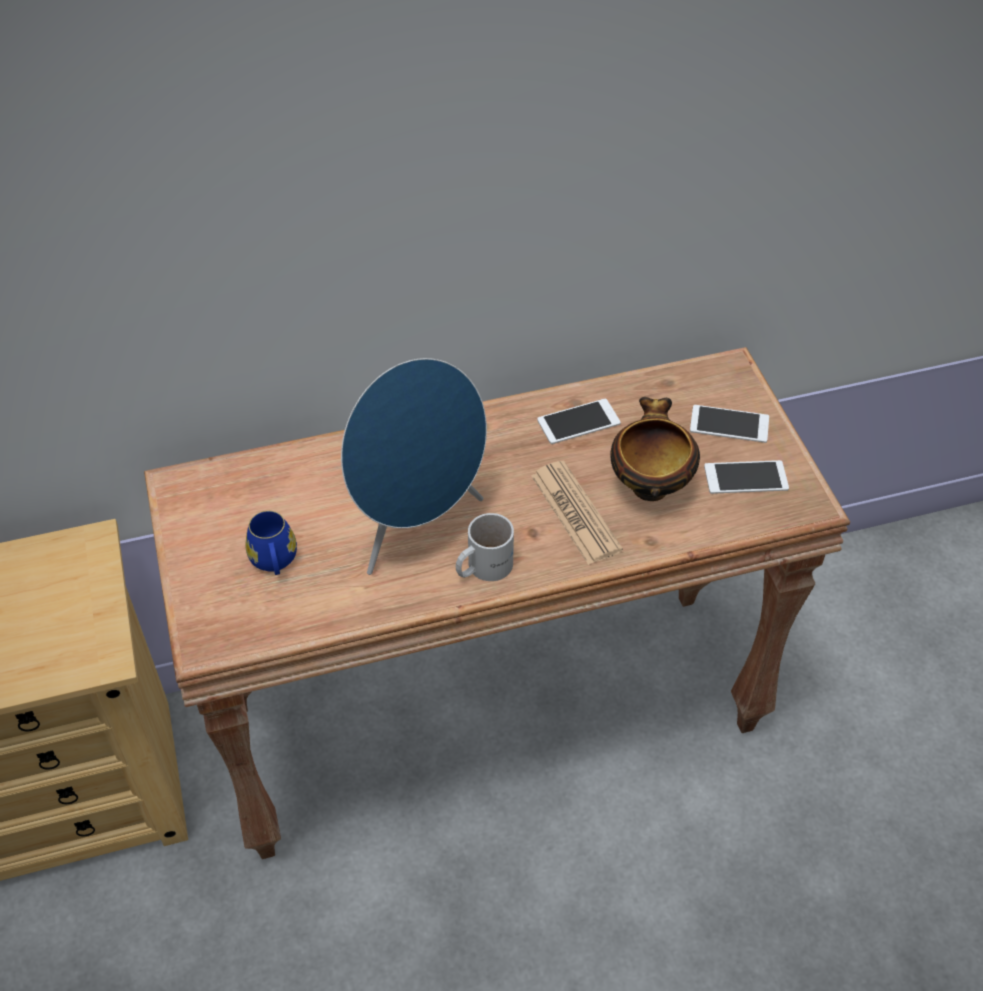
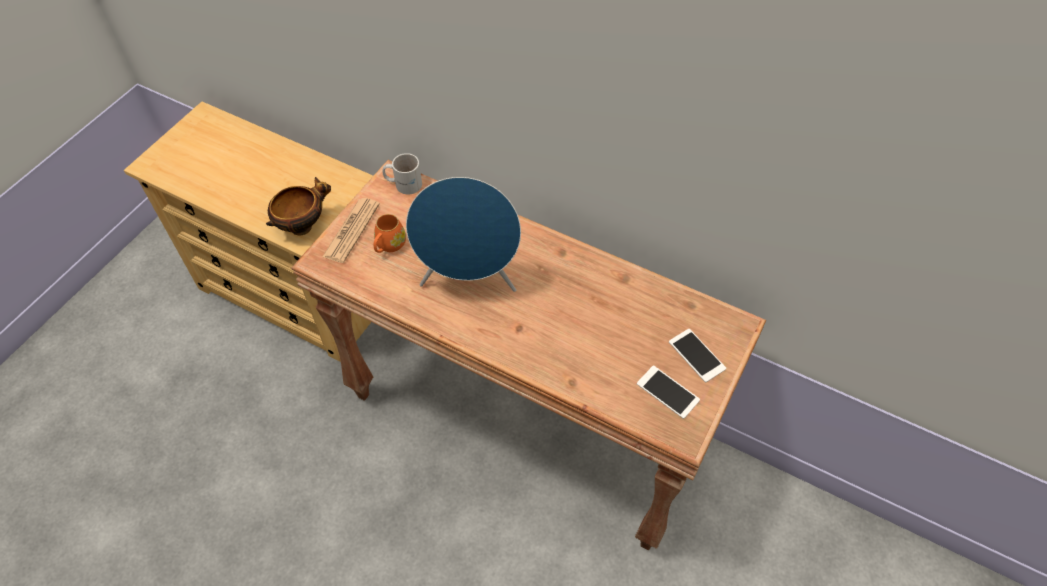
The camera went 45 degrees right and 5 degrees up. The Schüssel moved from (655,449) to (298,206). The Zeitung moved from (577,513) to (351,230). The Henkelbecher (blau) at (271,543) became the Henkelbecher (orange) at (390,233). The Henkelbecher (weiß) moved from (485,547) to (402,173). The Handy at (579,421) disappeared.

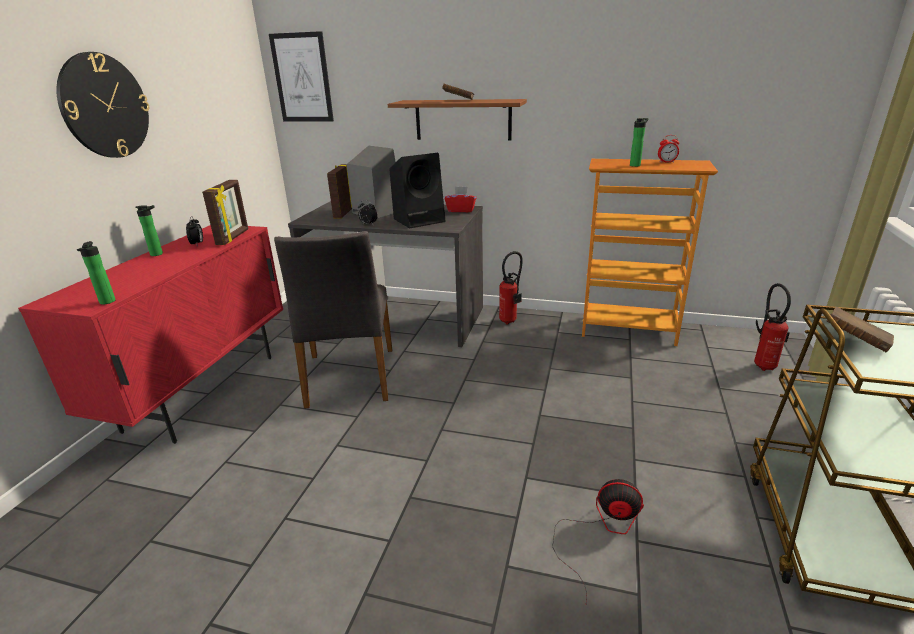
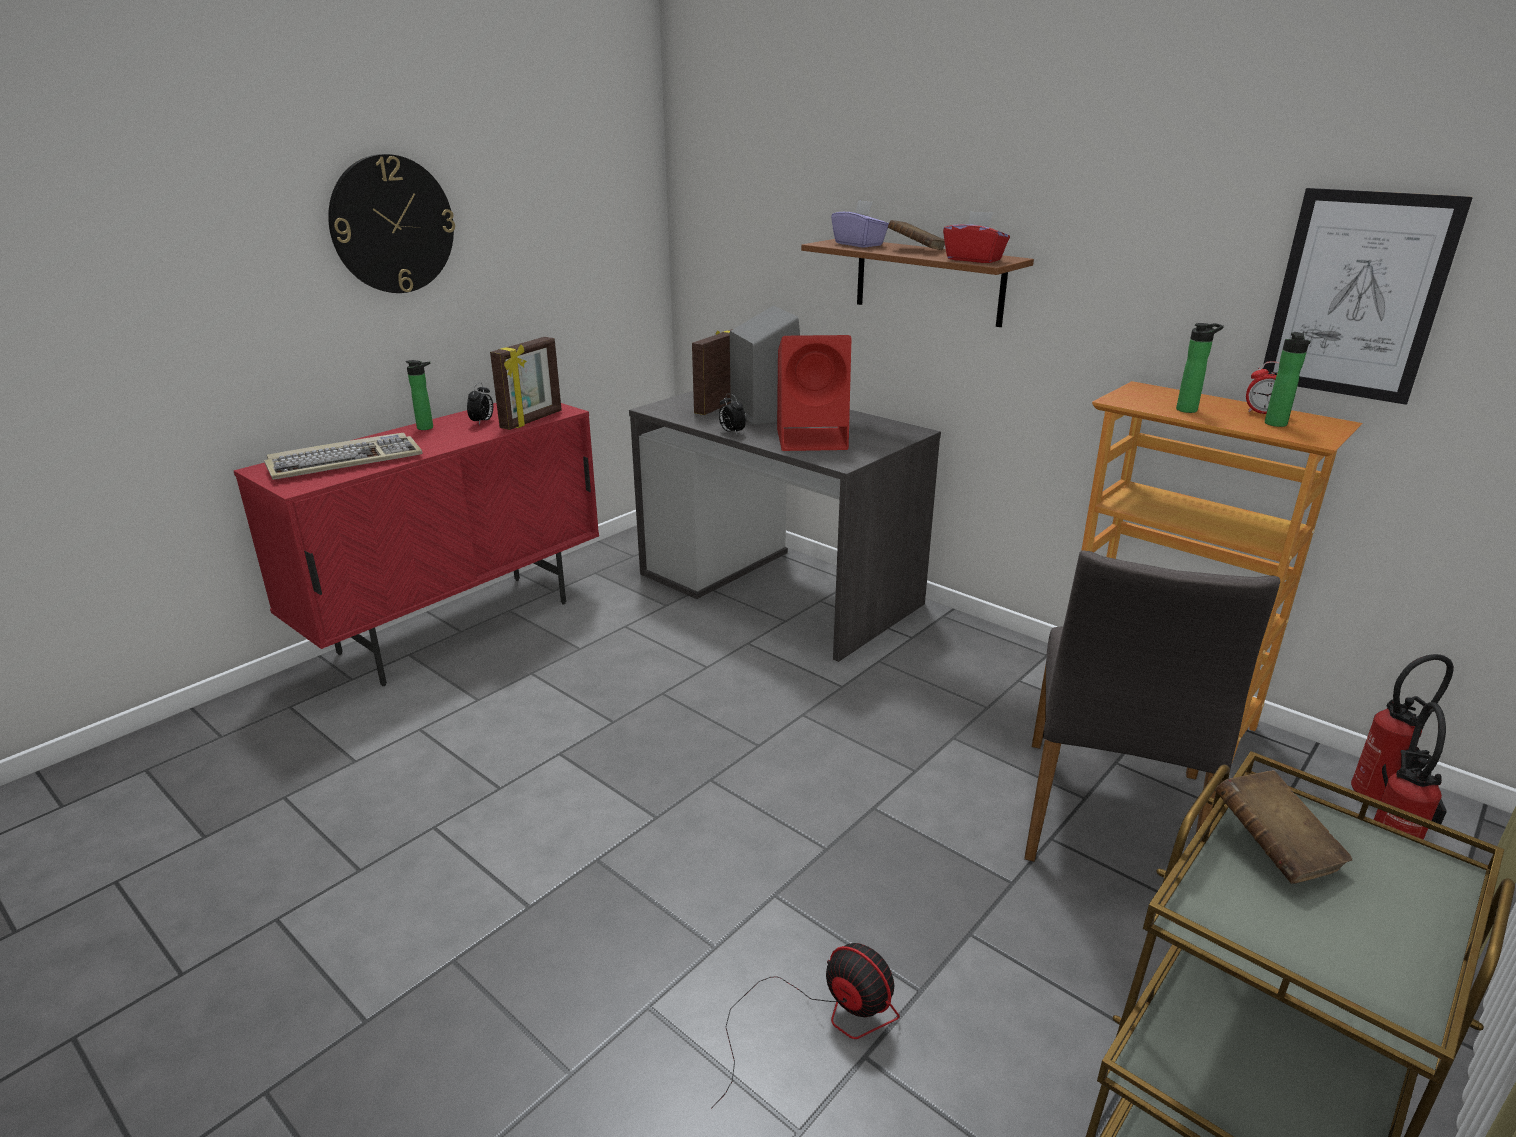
The camera went 25 degrees right and 0 degrees up. The Tastatur at (343,456) appeared. The Lautsprecher (schwarz) at (417,190) became the Lautsprecher (rot) at (814,393). The Taschentuchbox (lila) at (860,223) appeared. The Taschentuchbox (rot) moved from (461,199) to (976,237). The Stuhl (grau) moved from (333,320) to (1152,706). The Bild moved from (301,76) to (1368,296). The Flasche moved from (96,272) to (1288,379). The Feuerlöscher moved from (511,287) to (1402,727).

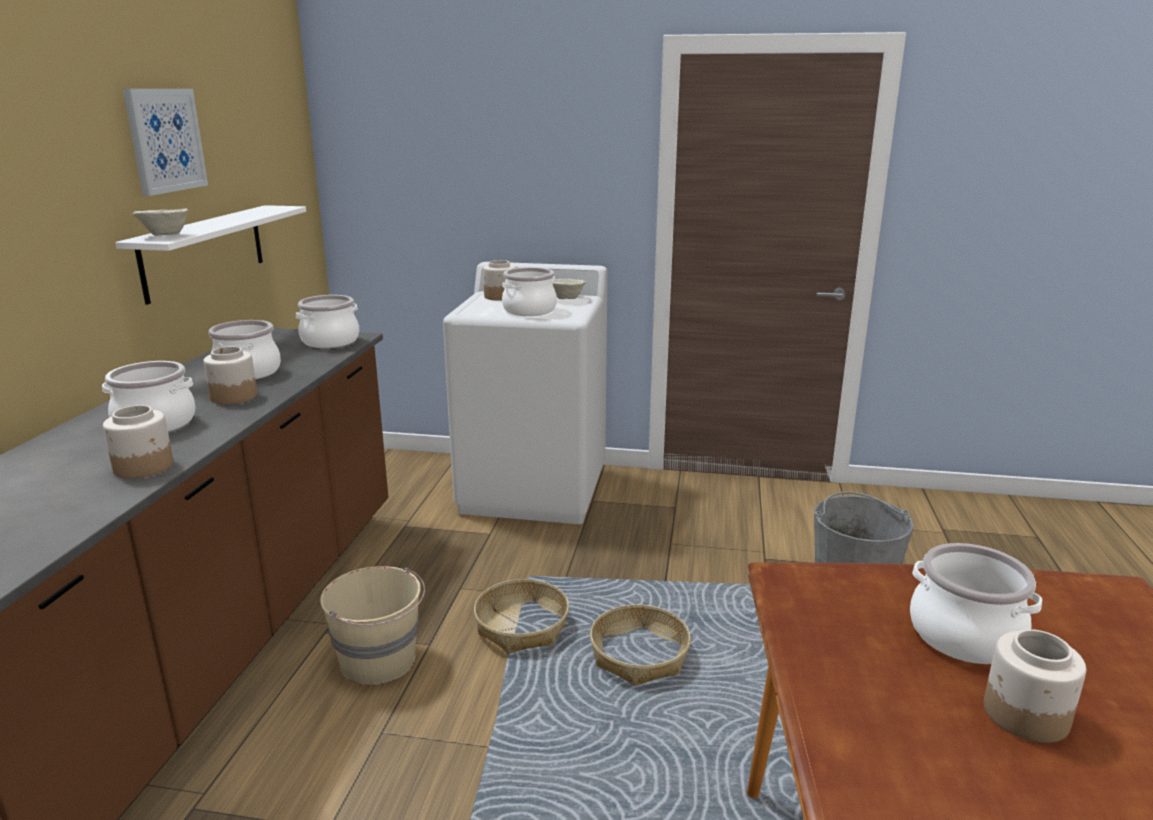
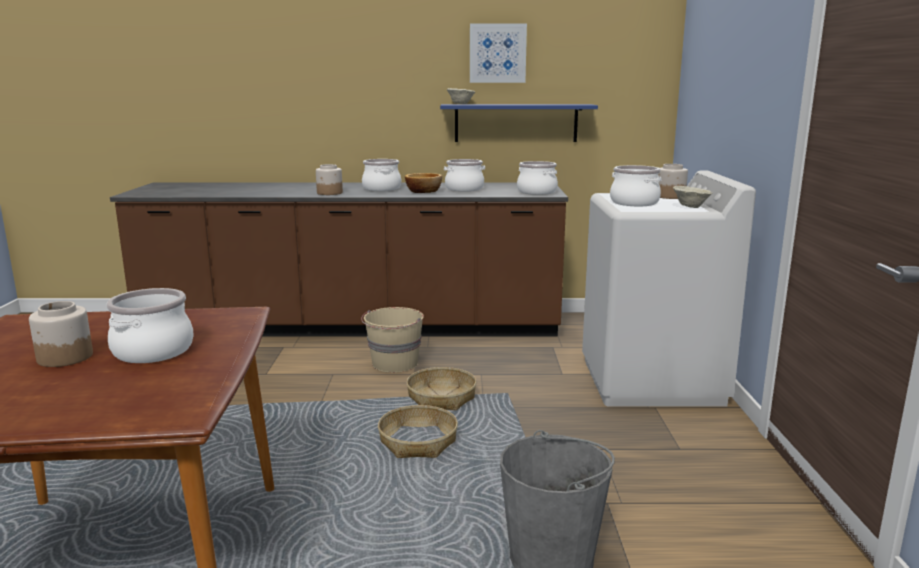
The camera went 80 degrees right and 5 degrees down. The Vorratsglas at (230,375) was replaced by the Schüssel at (423,183). The Wandregal (weiß) at (210,255) became the Wandregal (blau) at (519,123).

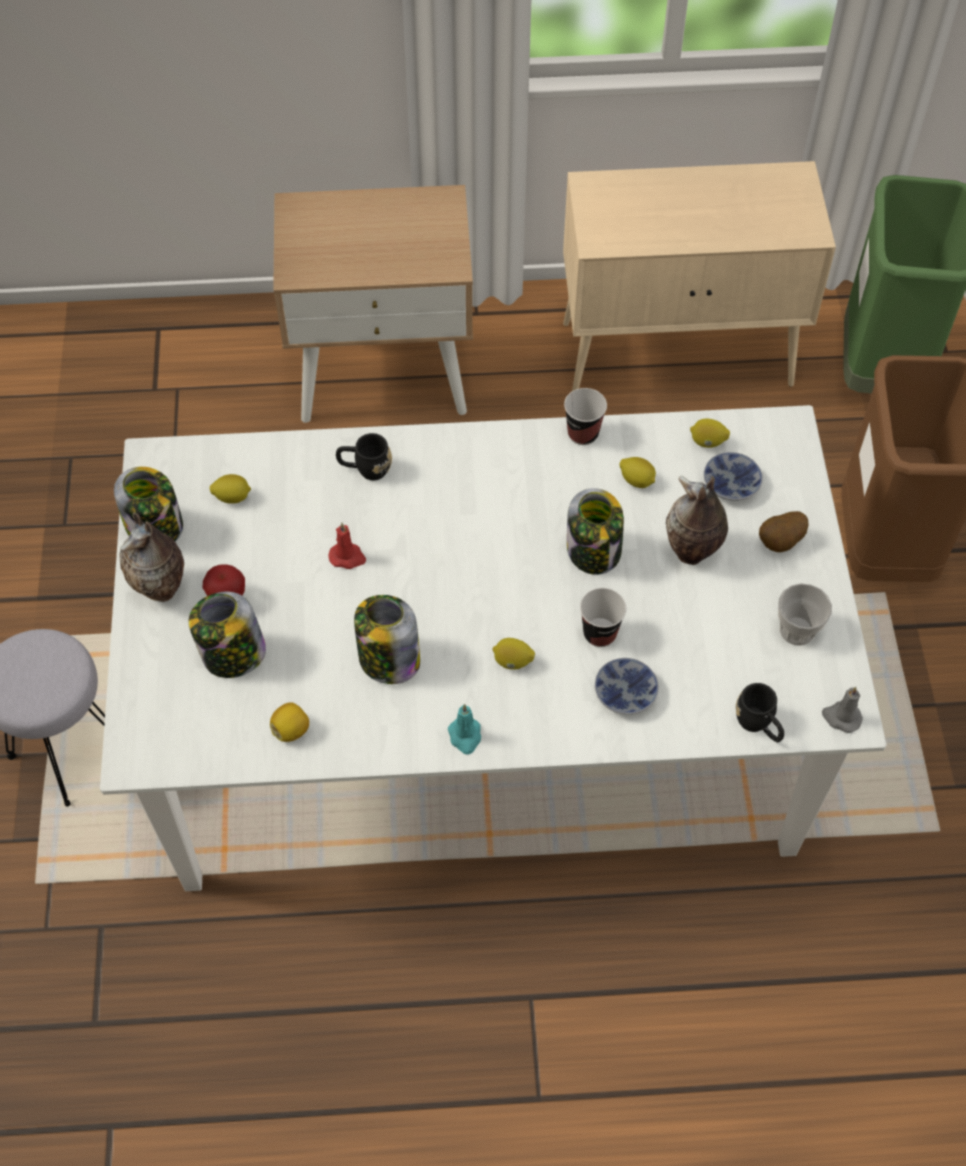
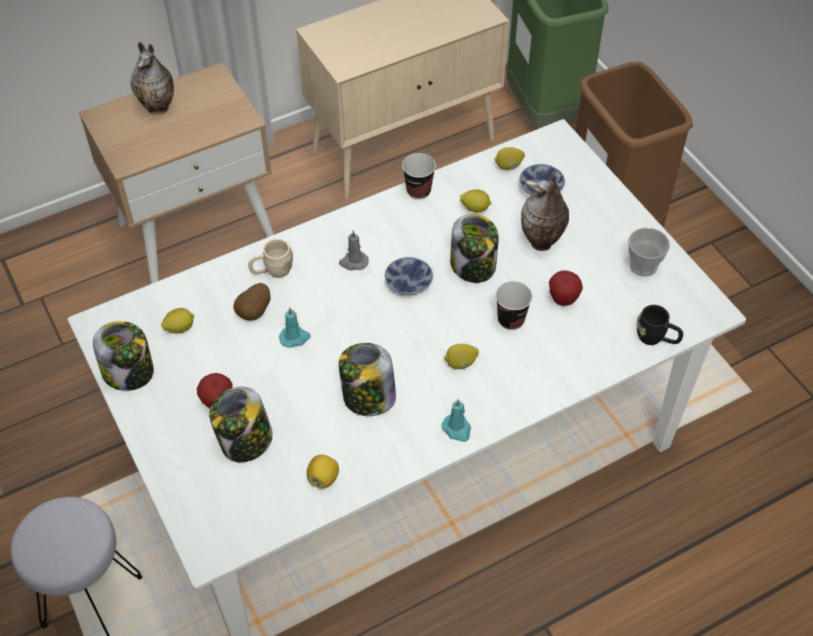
The camera went 25 degrees left and 5 degrees down. The Vase moved from (151,557) to (152,78). The Kartoffel moved from (784,531) to (252,302). The Henkelbecher (schwarz) at (364,457) became the Henkelbecher (beige) at (270,258). The Kerze (rot) at (347,546) became the Kerze (türkis) at (295,327). The Kerze (grau) moved from (842,710) to (354,250). The Schüssel moved from (627,686) to (409,276). The Apfel at (566,288) appeared.

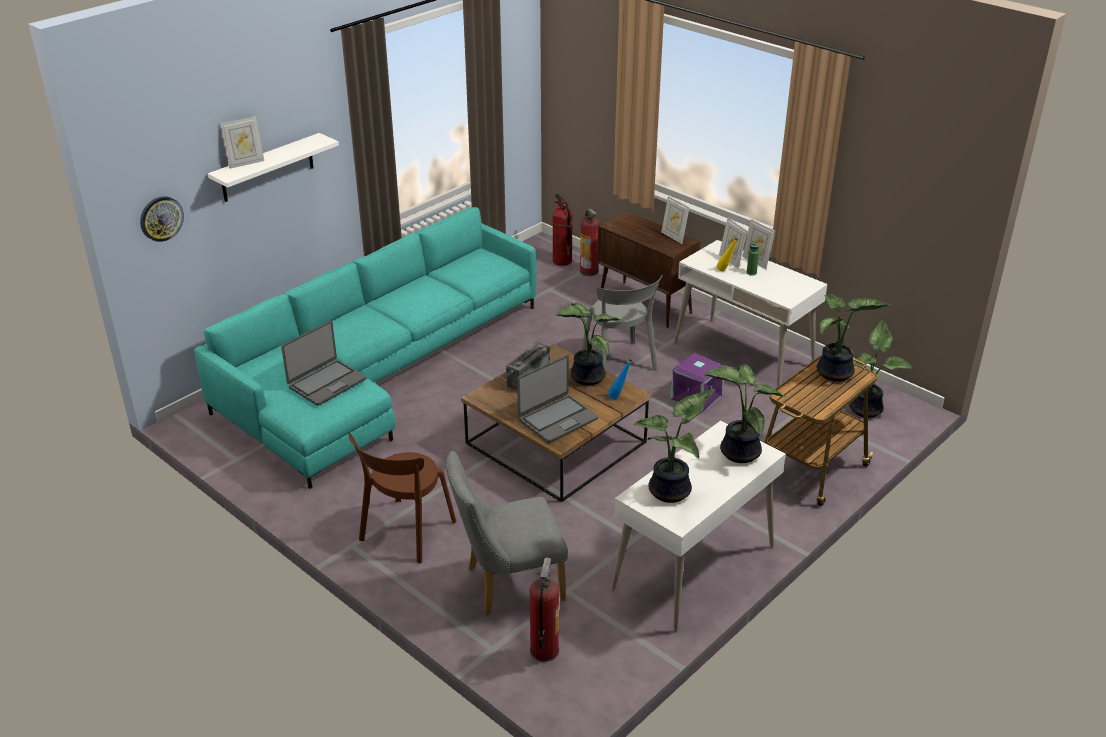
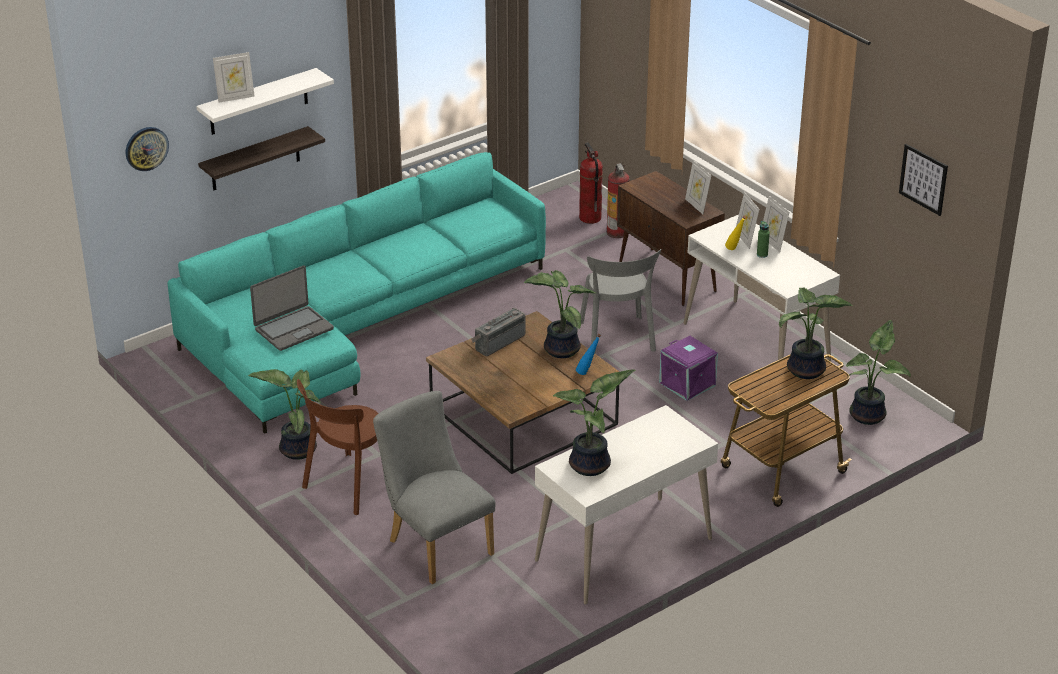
The camera went 10 degrees right and 0 degrees up. The Wandregal at (261,158) appeared. The Topfpflanze moved from (744,413) to (284,414). The Stuhl (grau) at (507,533) turned 60 degrees clockwise. The Bild at (923,180) appeared. The Laptop at (557,399) disappeared. The Feuerlöscher at (544,609) disappeared.

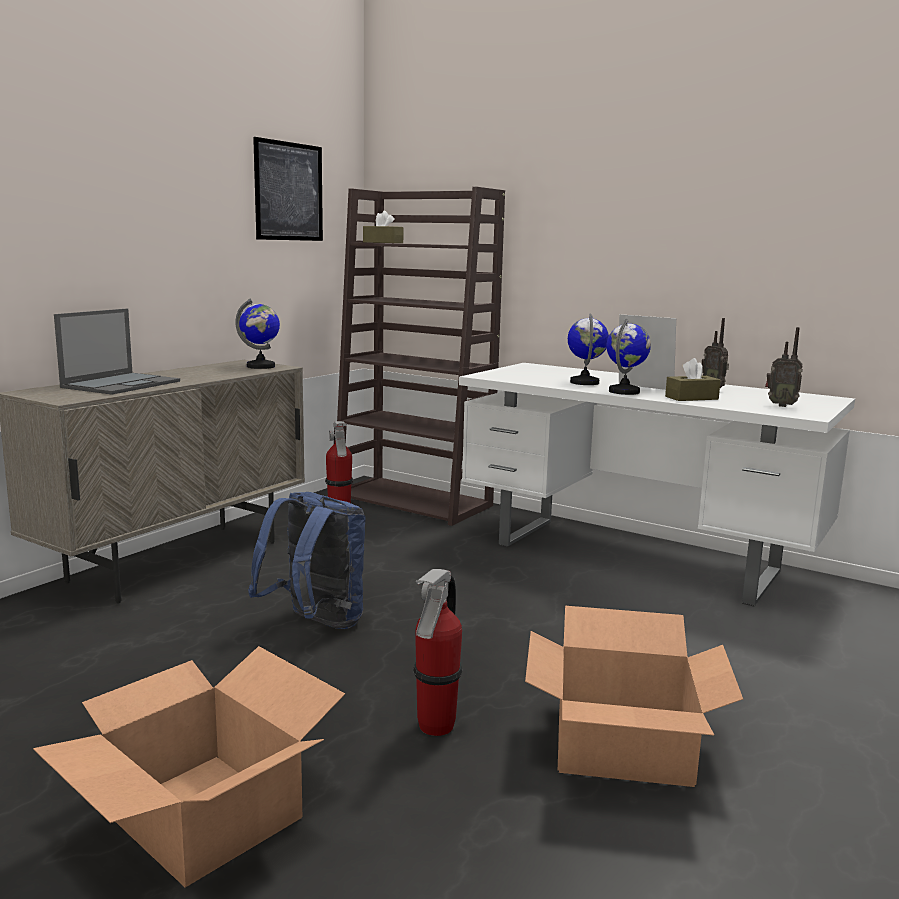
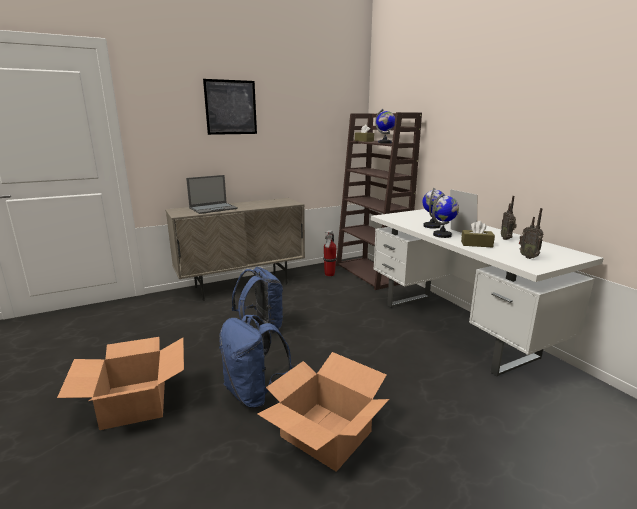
The camera went 30 degrees right and 5 degrees up. The Bild moved from (288,189) to (230,107). The Feuerlöscher at (437,652) was replaced by the Rucksack (blau) at (256,361). The Globus moved from (257,333) to (385,126).

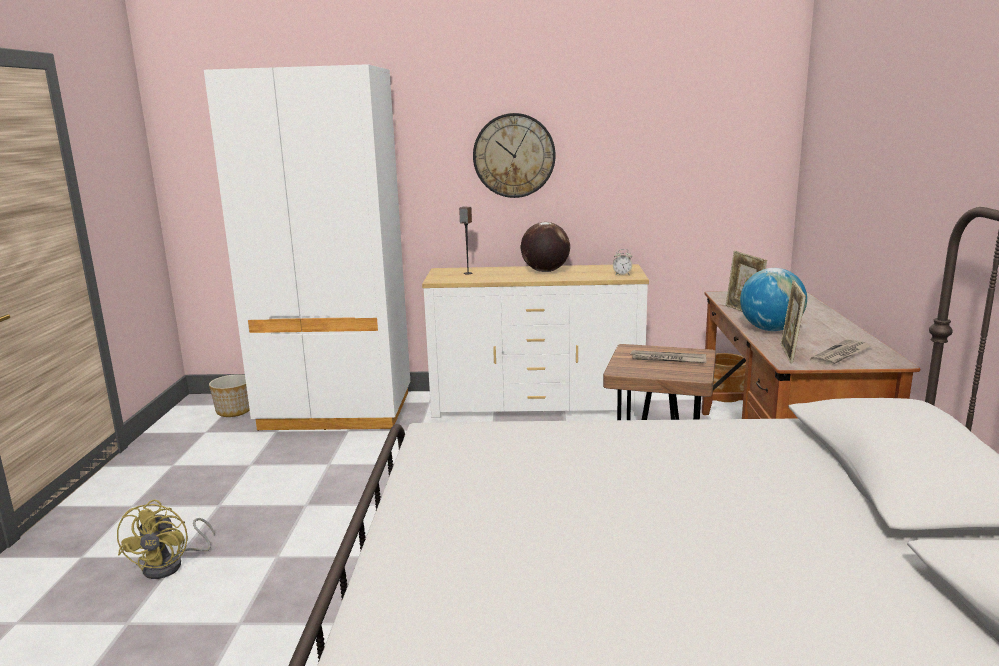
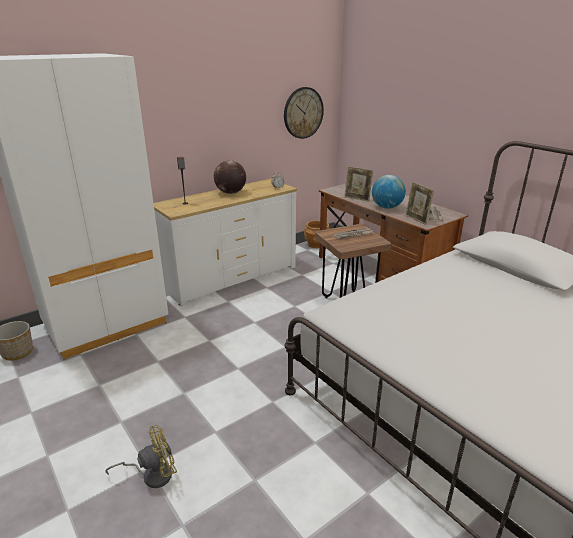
The camera went 40 degrees left and 10 degrees up. The Ventilator (gelb) at (166,539) turned 75 degrees counterclockwise. The Wanduhr moved from (514,155) to (304,113).

